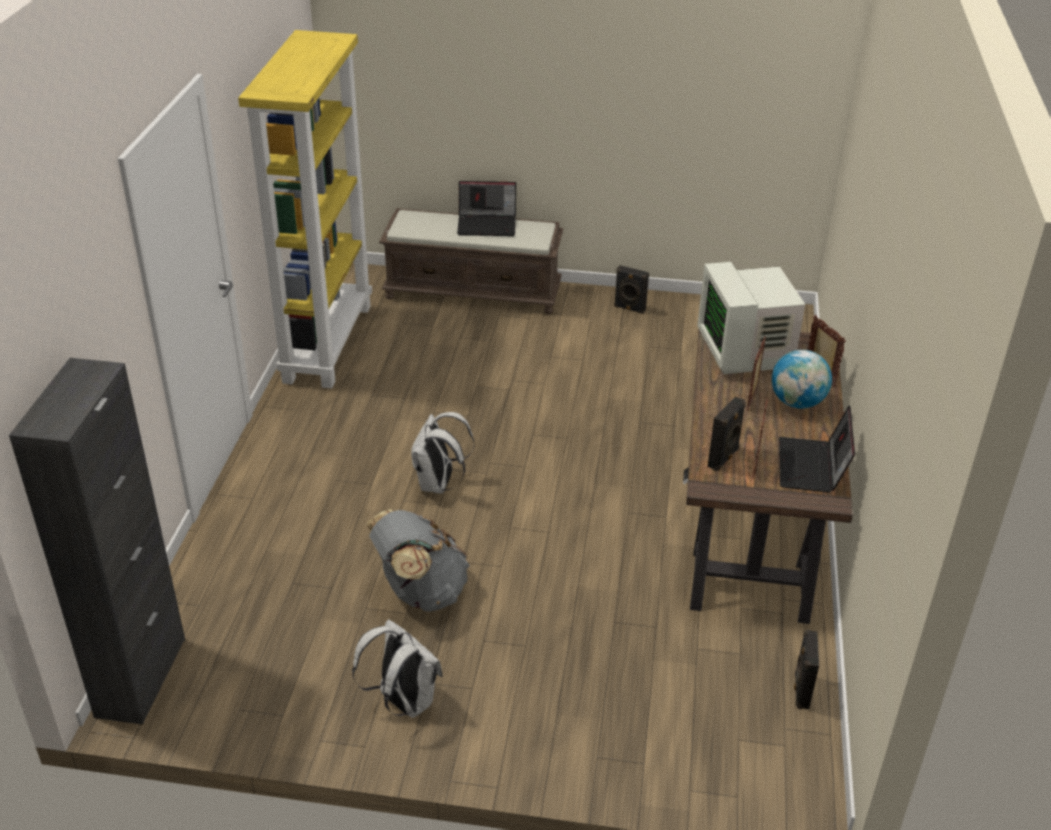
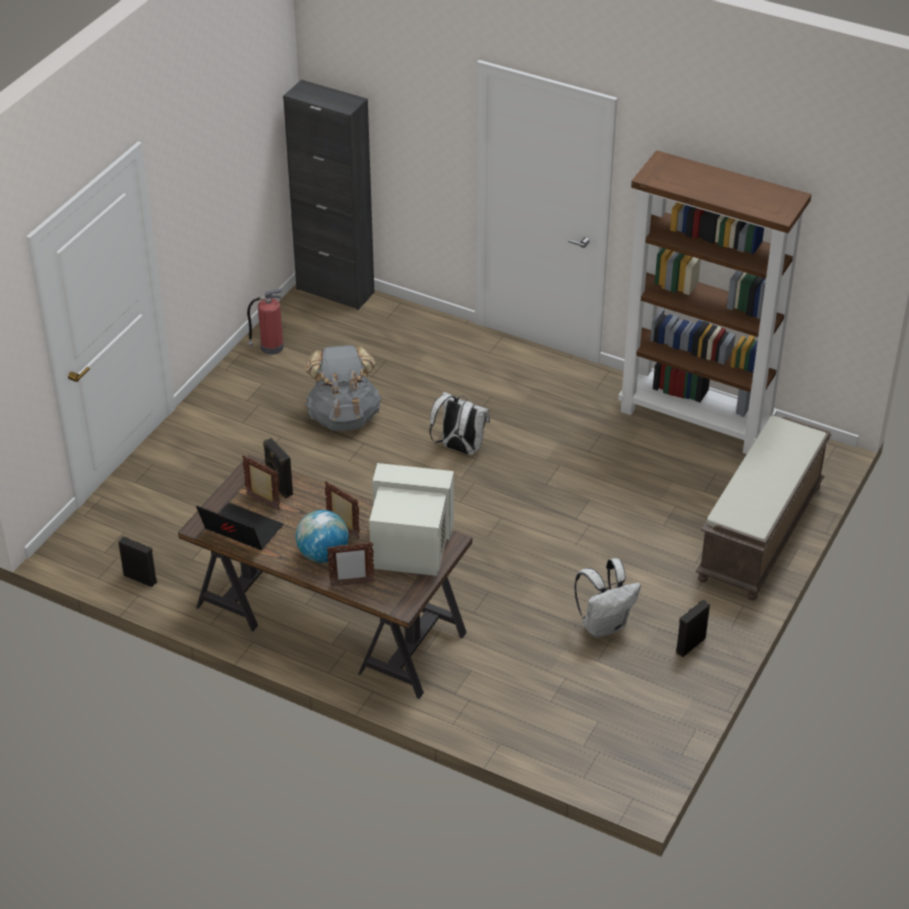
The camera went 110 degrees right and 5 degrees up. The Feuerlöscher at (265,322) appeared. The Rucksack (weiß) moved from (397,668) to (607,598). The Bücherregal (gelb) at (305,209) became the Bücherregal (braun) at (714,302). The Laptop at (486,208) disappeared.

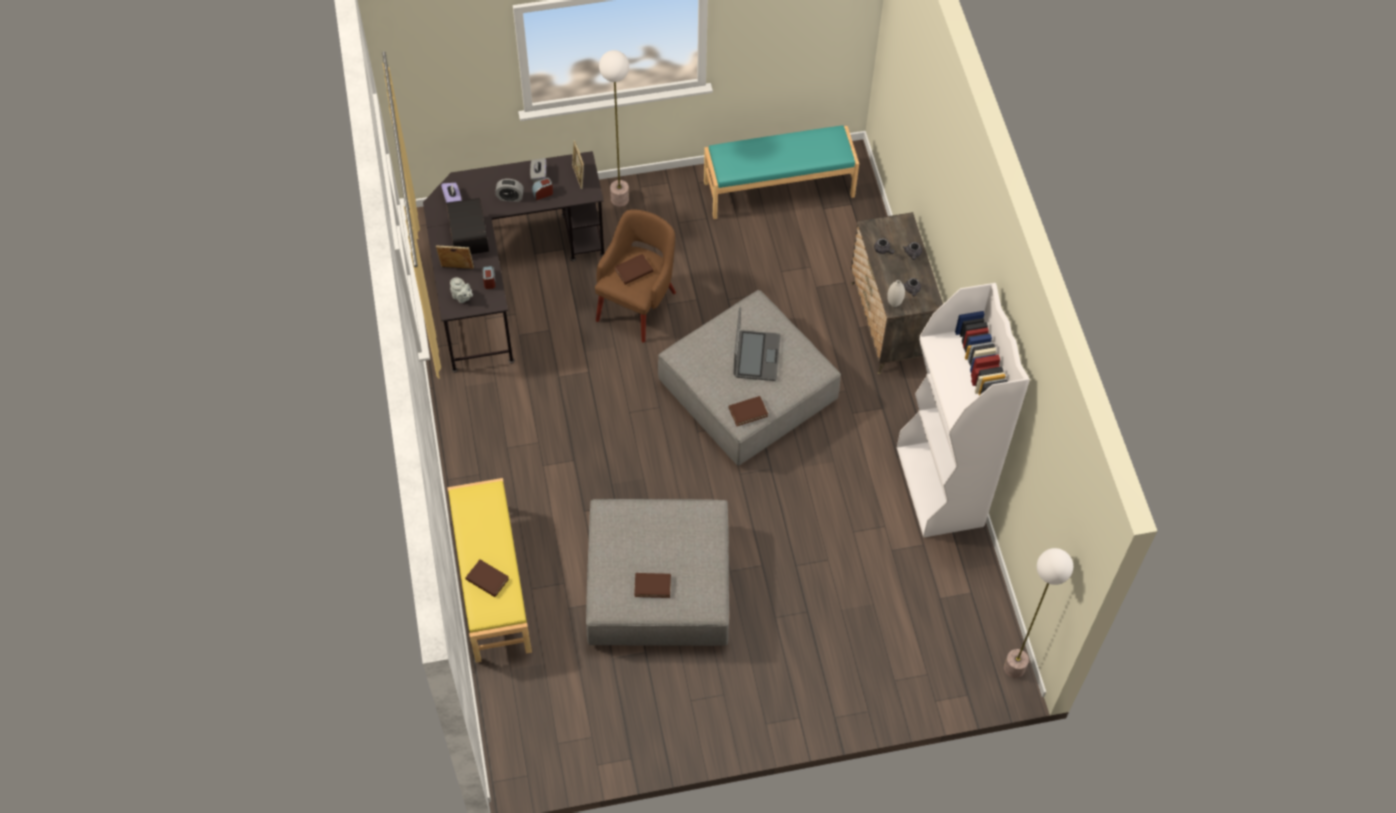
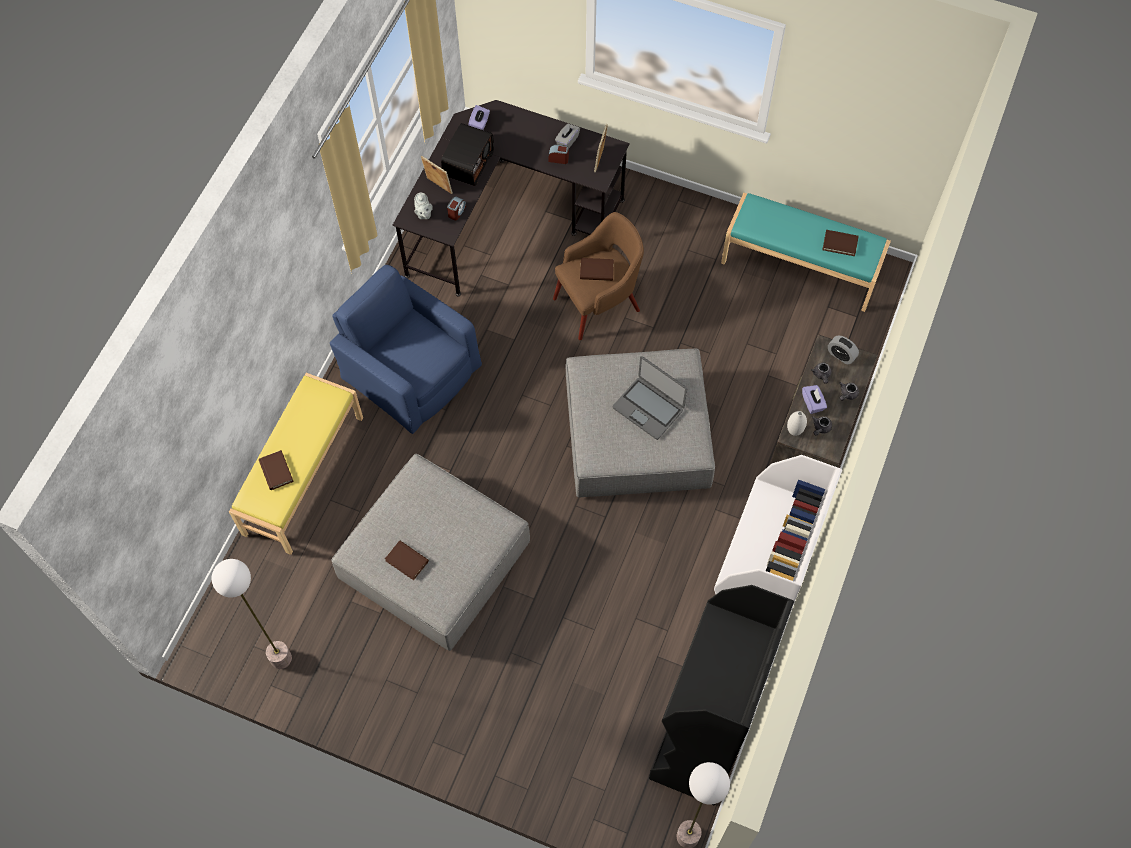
The camera went 35 degrees right and 5 degrees up. The Stehlampe moved from (614,128) to (252,614). The Sessel (blau) at (406,349) appeared. The Laptop at (757,344) turned 90 degrees clockwise. The Bücherregal (schwarz) at (721,695) appeared. The Taschentuchbox (lila) at (814,399) appeared. The Buch (braun) moved from (748,411) to (840,243). The Wecker moved from (509,190) to (843,350).

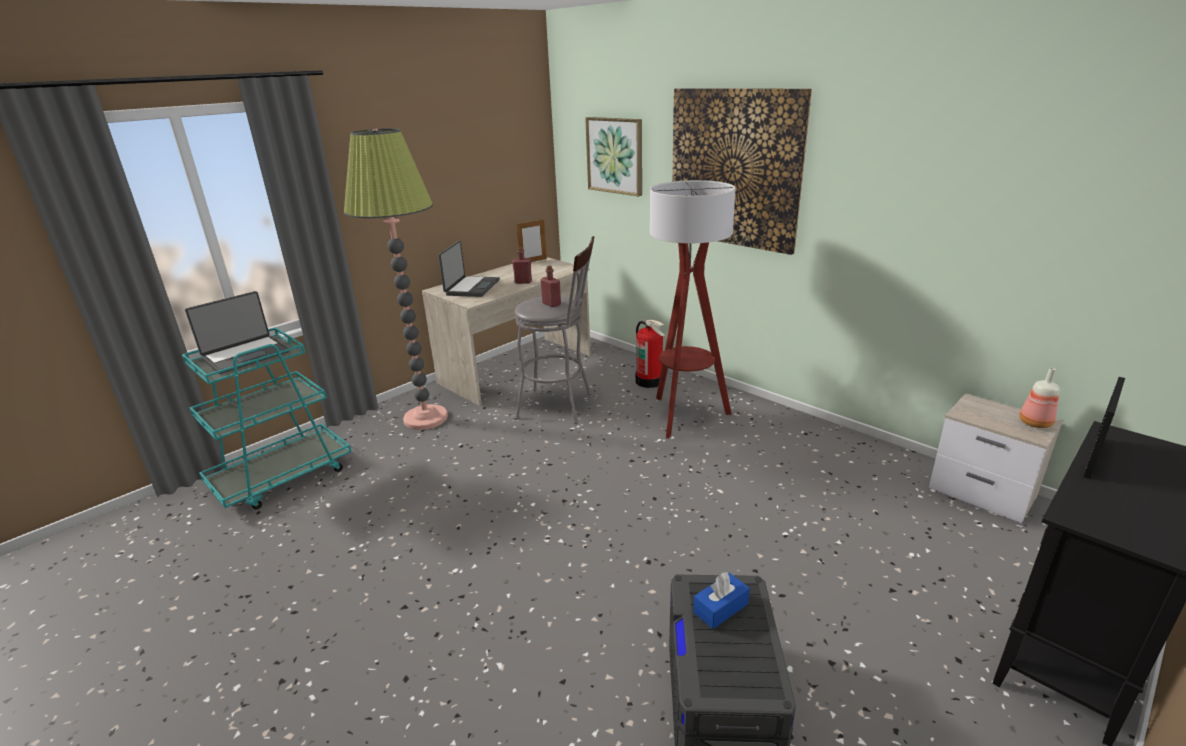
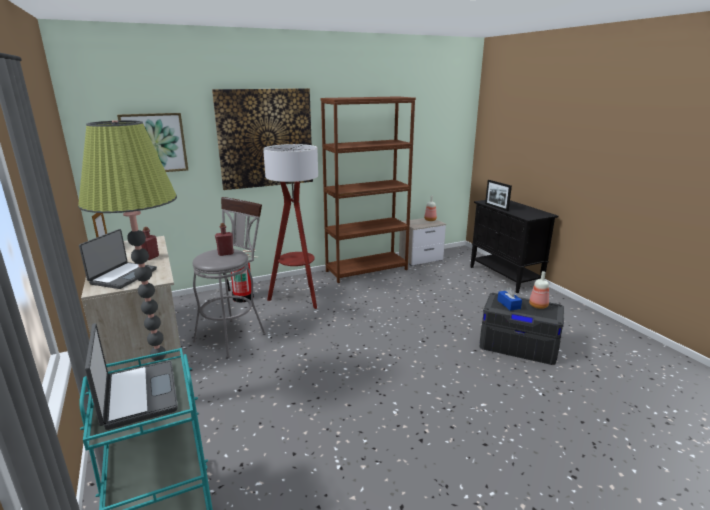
The camera went 70 degrees left and 5 degrees down. The Laptop at (469,268) turned 75 degrees clockwise. The Bücherregal (braun) at (368,189) appeared. The Flasche at (539,290) appeared.

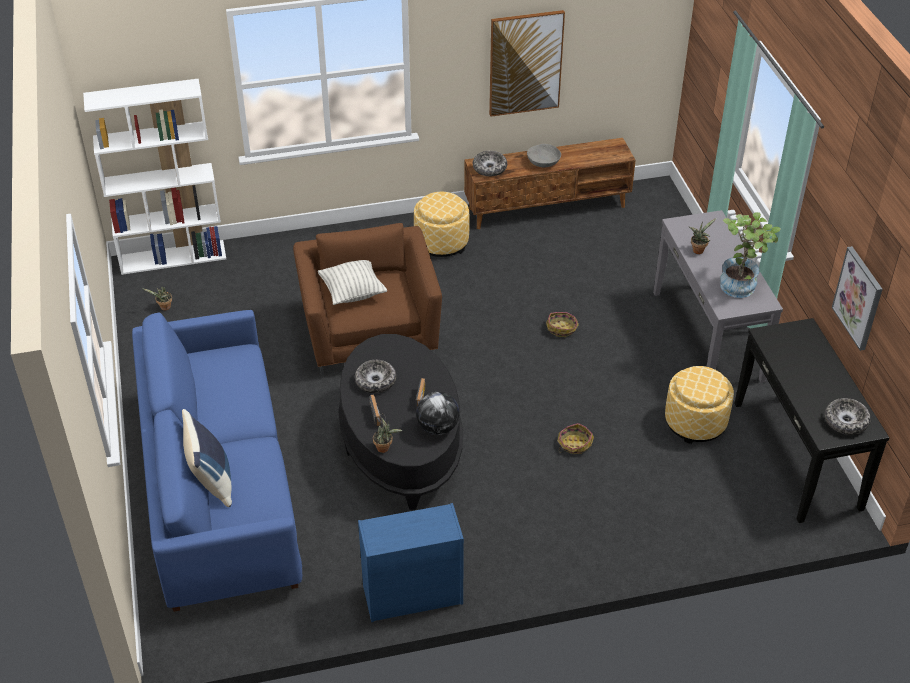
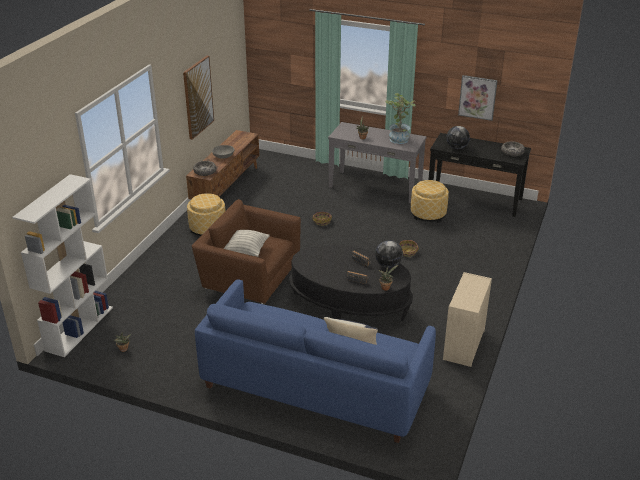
The camera went 55 degrees left and 10 degrees down. The Kommode (blau) at (411,562) became the Kommode (beige) at (467,319). The Globus at (458,137) appeared. The Schüssel at (375,376) disappeared.

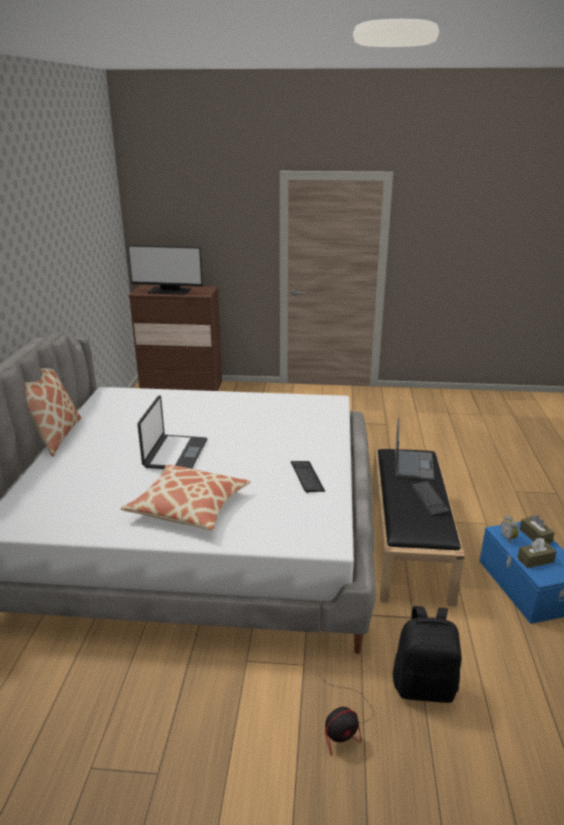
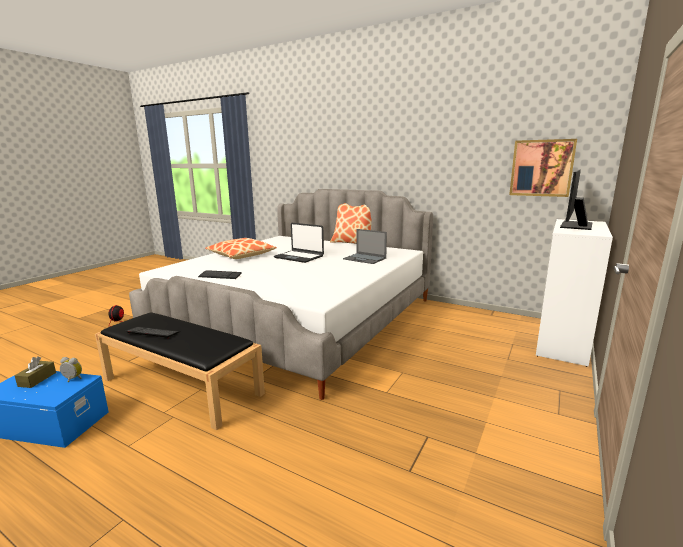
The camera went 115 degrees right and 10 degrees down. The Laptop moved from (414,449) to (365,246). The Bild at (543,168) appeared. The Kommode (braun) at (175,338) became the Kommode (weiß) at (574,293). The Rucksack (schwarz) at (427,654) disappeared. The Taschentuchbox (braun) at (537,529) disappeared.

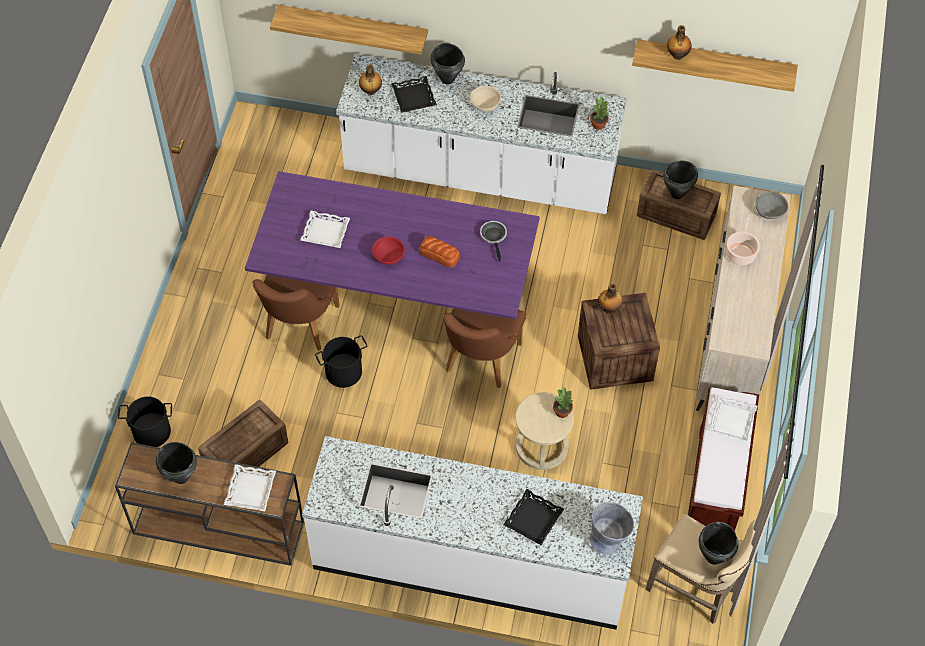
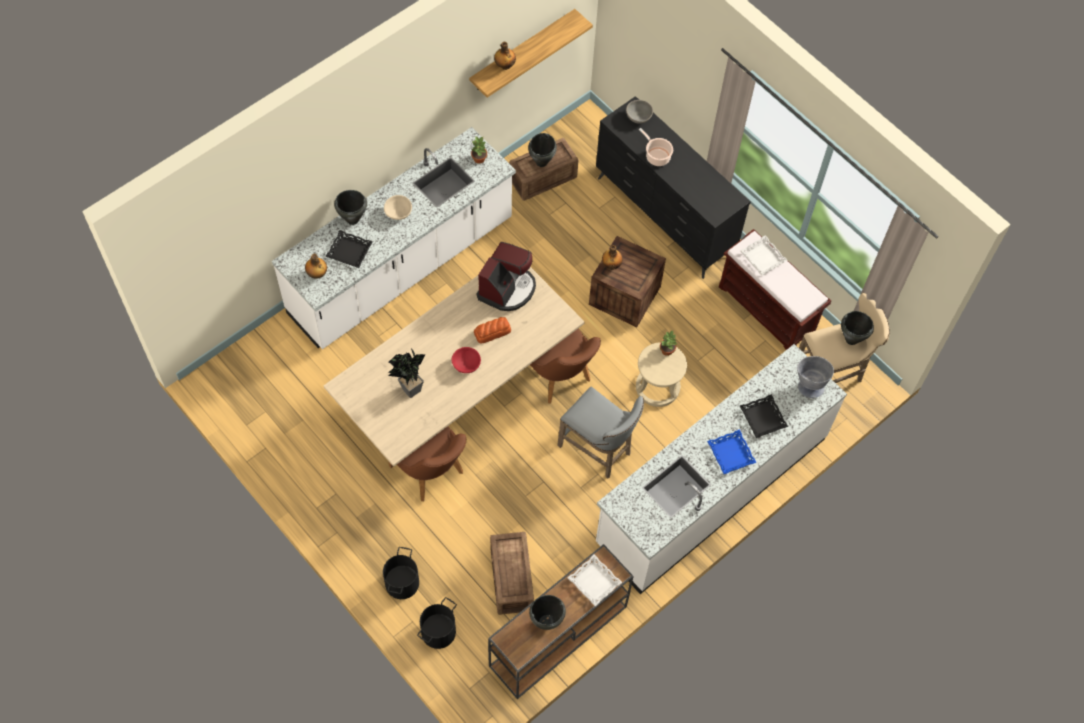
The camera went 55 degrees left and 5 degrees up. The Esstisch (lila) at (392,245) became the Esstisch (beige) at (454,367). The Eimer (schwarz) moved from (341,361) to (401,573). The Tablett (weiß) at (325,229) was replaced by the Topfpflanze at (406,373). The Pfanne at (493,241) was replaced by the Kaffeemaschine at (506,276). The Hocker (grau) at (600,433) appeared. The Kommode (beige) at (743,298) became the Kommode (schwarz) at (673,187). The Tablett (blau) at (732,451) appeared. The Wandregal at (349,30) disappeared.

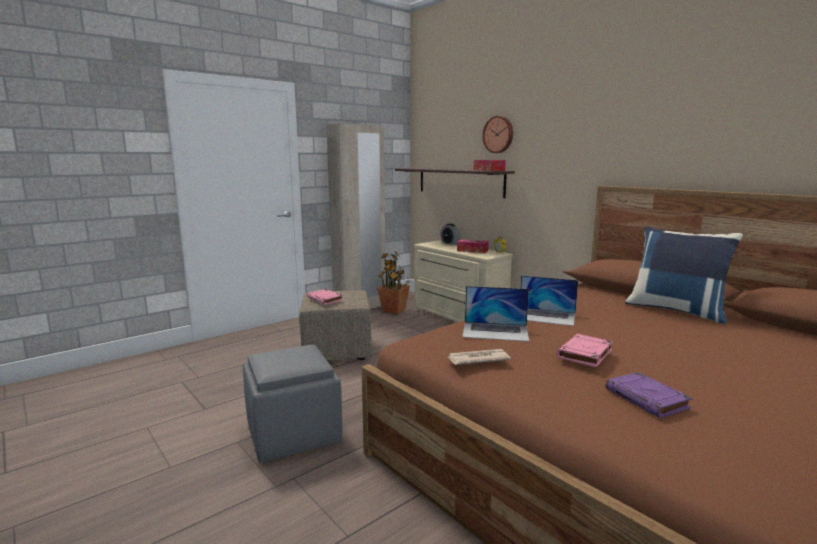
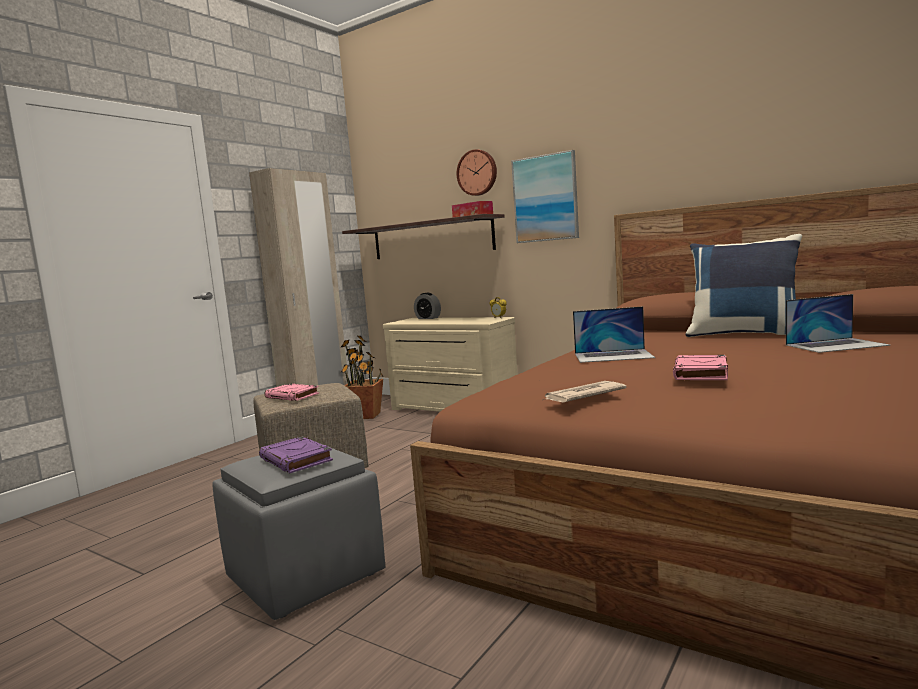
The camera went 15 degrees left and 5 degrees down. The Buch (lila) moved from (649,395) to (296,454). The Bild at (545,196) appeared. The Laptop moved from (495,314) to (838,323). The Taschentuchbox at (473,246) disappeared.

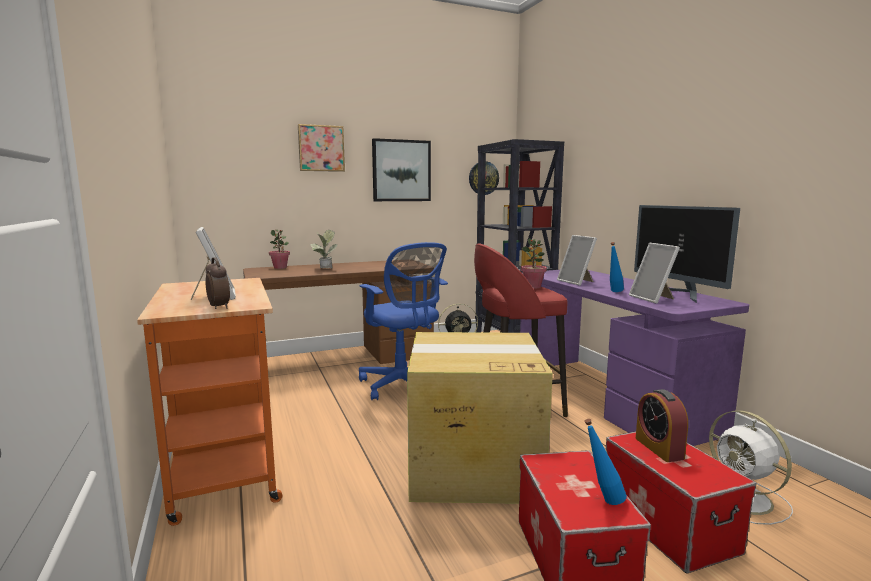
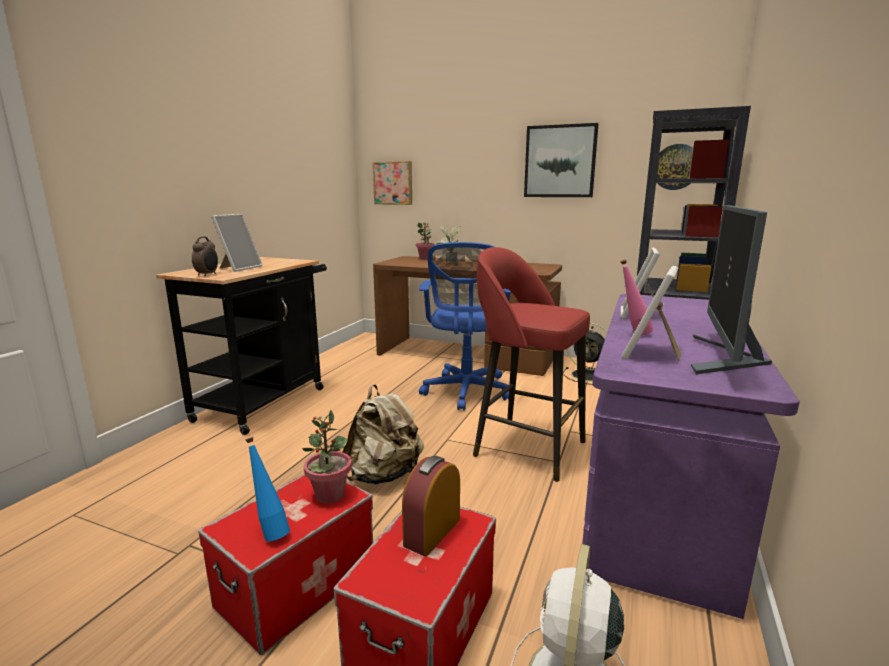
The camera went 45 degrees right and 5 degrees up. The Rollwagen (orange) at (210,402) became the Rollwagen (schwarz) at (241,346). The Topfpflanze moved from (534,263) to (327,456). The Karton at (480,418) was replaced by the Rucksack (beige) at (383,434). The Bild moved from (321,148) to (392,183). The Flasche (blau) at (617,267) became the Flasche (rosa) at (637,298).

